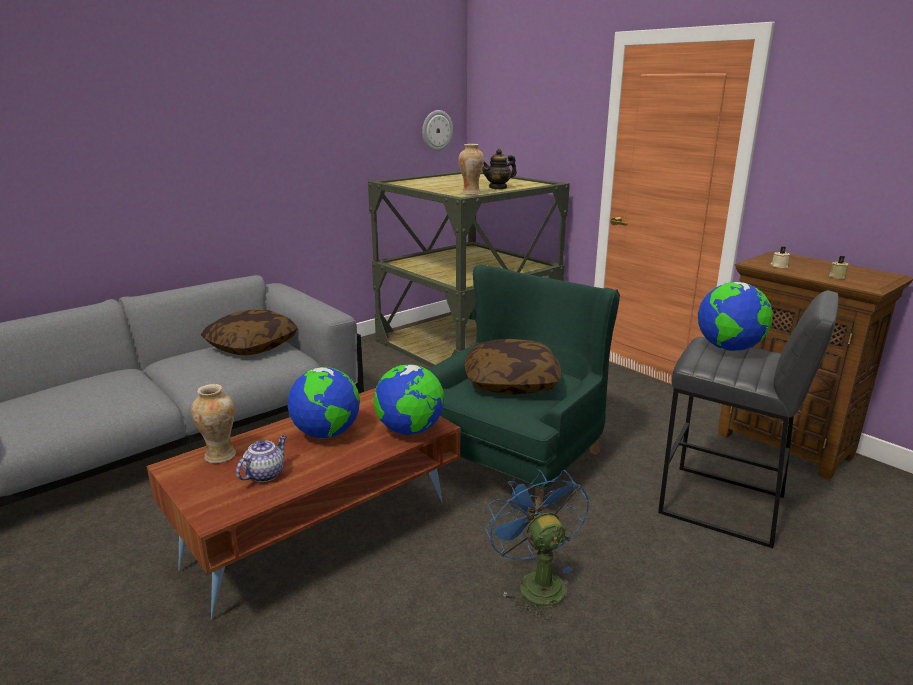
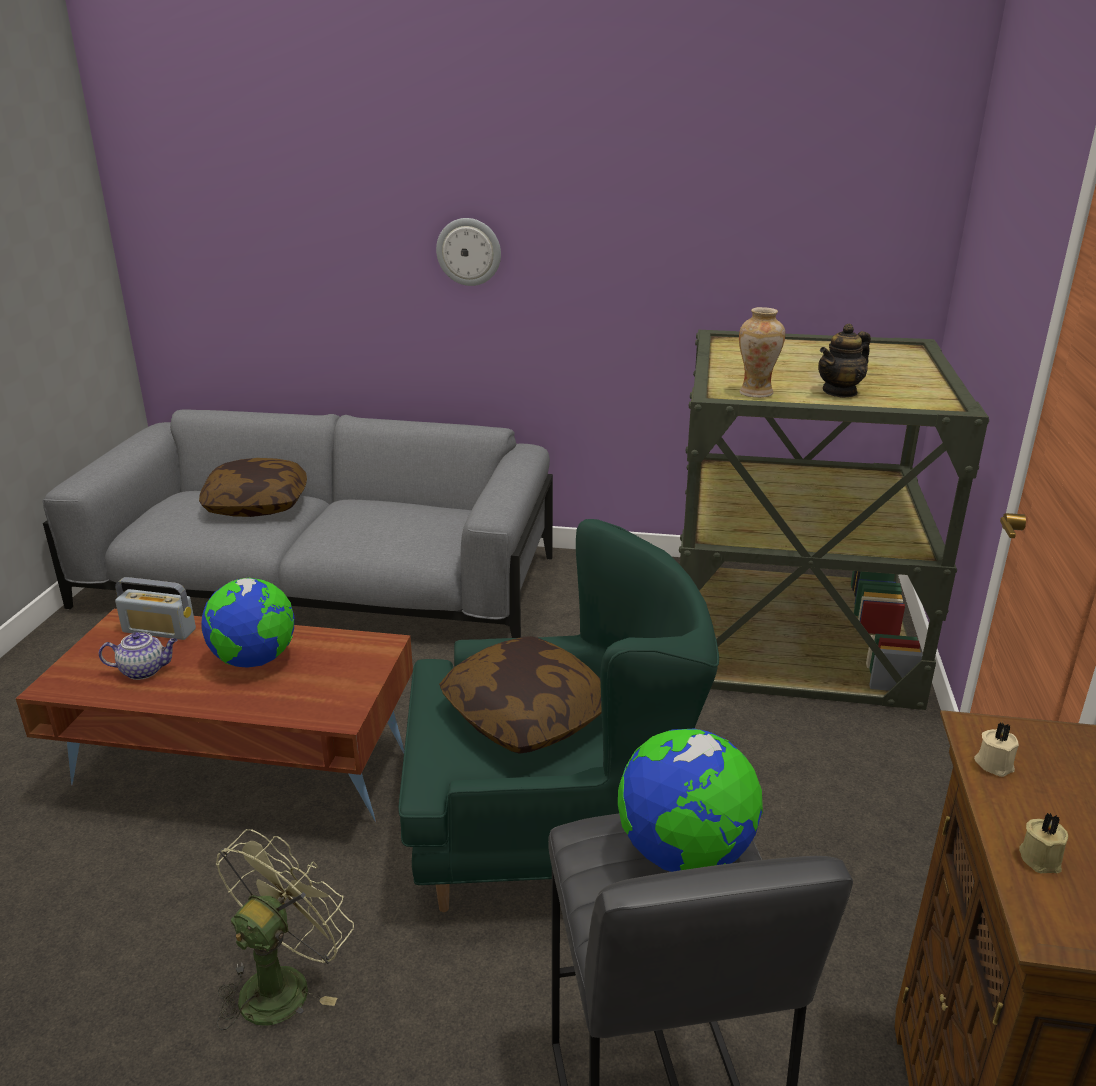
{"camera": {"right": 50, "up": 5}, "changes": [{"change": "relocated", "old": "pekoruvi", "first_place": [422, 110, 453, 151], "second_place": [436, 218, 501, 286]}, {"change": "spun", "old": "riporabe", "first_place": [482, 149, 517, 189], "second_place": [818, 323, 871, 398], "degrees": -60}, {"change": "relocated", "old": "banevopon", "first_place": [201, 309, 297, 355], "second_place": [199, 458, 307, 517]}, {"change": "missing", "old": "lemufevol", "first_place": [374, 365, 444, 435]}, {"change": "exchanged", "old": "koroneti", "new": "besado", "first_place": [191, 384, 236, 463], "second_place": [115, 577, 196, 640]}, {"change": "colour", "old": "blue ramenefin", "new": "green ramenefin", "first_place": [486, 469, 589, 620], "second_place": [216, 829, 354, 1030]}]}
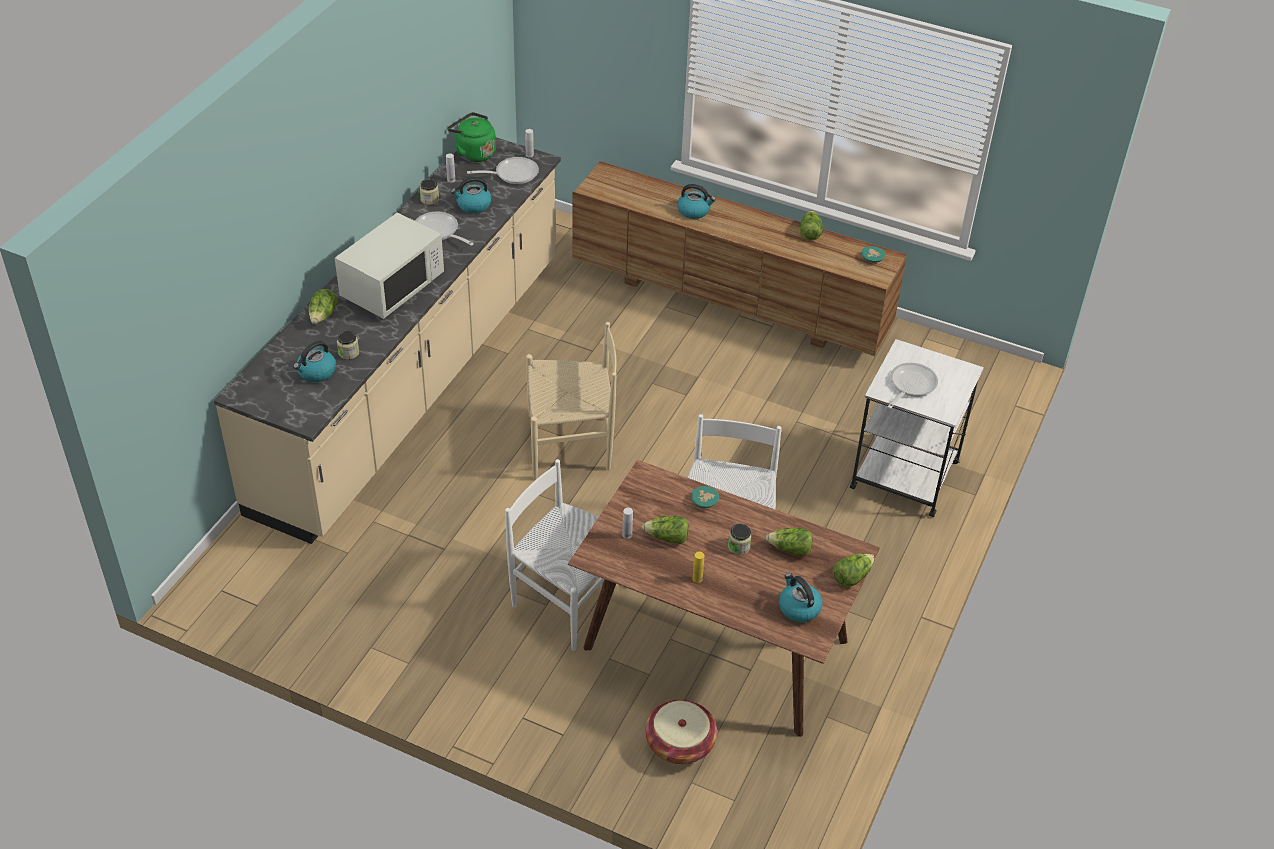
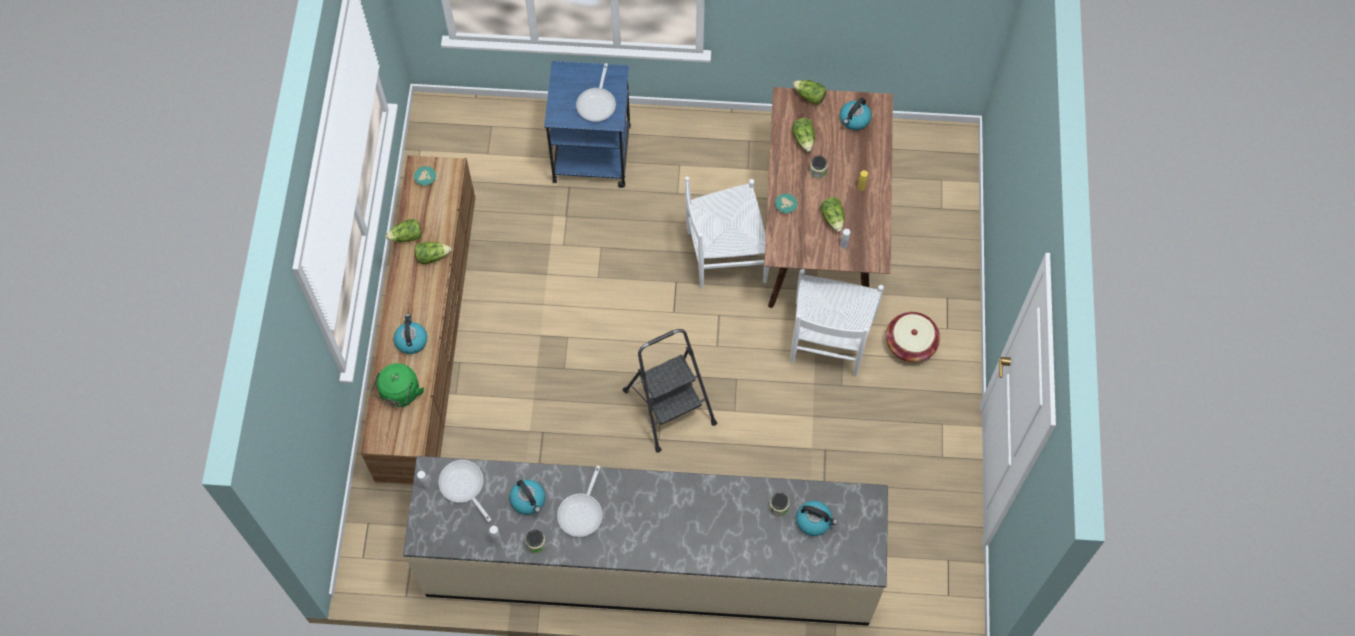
{"camera": {"right": -110, "up": 20}, "changes": [{"change": "relocated", "old": "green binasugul", "first_place": [448, 112, 496, 162], "second_place": [370, 363, 424, 407]}, {"change": "missing", "old": "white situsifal", "first_place": [335, 212, 444, 319]}, {"change": "relocated", "old": "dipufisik", "first_place": [308, 289, 338, 324], "second_place": [415, 242, 452, 264]}, {"change": "exchanged", "old": "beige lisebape", "new": "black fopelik", "first_place": [526, 322, 616, 480], "second_place": [623, 329, 717, 453]}, {"change": "colour", "old": "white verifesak", "new": "blue verifesak", "first_place": [850, 339, 984, 517], "second_place": [544, 61, 631, 188]}, {"change": "spun", "old": "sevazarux", "first_place": [888, 363, 938, 409], "second_place": [576, 63, 616, 122], "degrees": -90}, {"change": "relocated", "old": "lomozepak", "first_place": [645, 700, 717, 764], "second_place": [886, 312, 940, 362]}]}
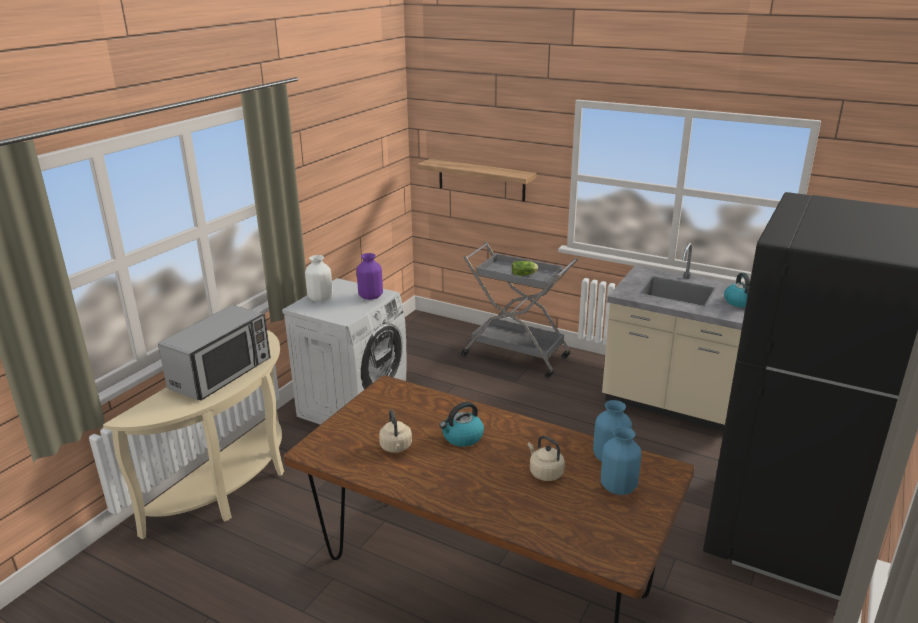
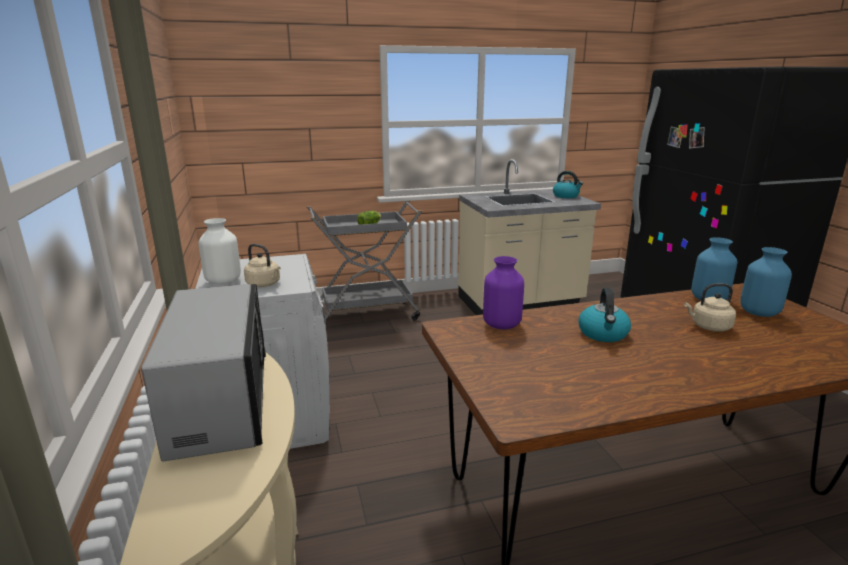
{"camera": {"right": -45, "up": -5}, "changes": [{"change": "missing", "old": "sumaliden", "first_place": [417, 158, 537, 201]}, {"change": "relocated", "old": "purple koroneti", "first_place": [357, 253, 383, 300], "second_place": [483, 256, 524, 329]}, {"change": "relocated", "old": "beige binasugul", "first_place": [379, 410, 412, 453], "second_place": [244, 244, 281, 287]}]}
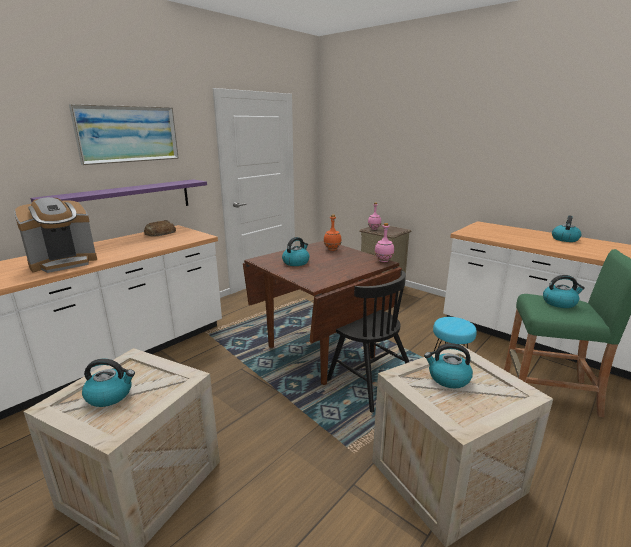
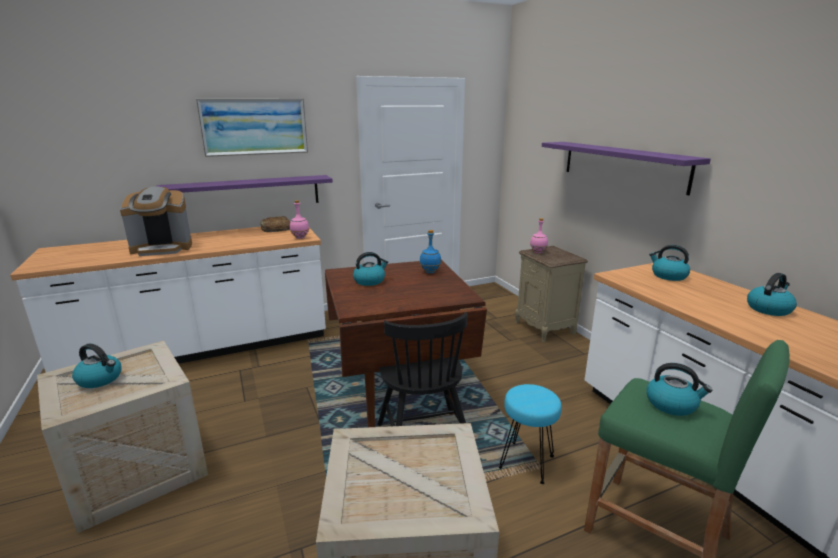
{"camera": {"right": 25, "up": 0}, "changes": [{"change": "colour", "old": "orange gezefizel", "new": "blue gezefizel", "first_place": [324, 214, 342, 251], "second_place": [420, 230, 441, 273]}, {"change": "relocated", "old": "pink gezefizel", "first_place": [375, 223, 394, 262], "second_place": [290, 200, 309, 239]}, {"change": "relocated", "old": "binasugul", "first_place": [424, 343, 473, 388], "second_place": [649, 245, 690, 281]}, {"change": "appeared", "new": "purple sumaliden", "second_place": [542, 142, 711, 195]}]}
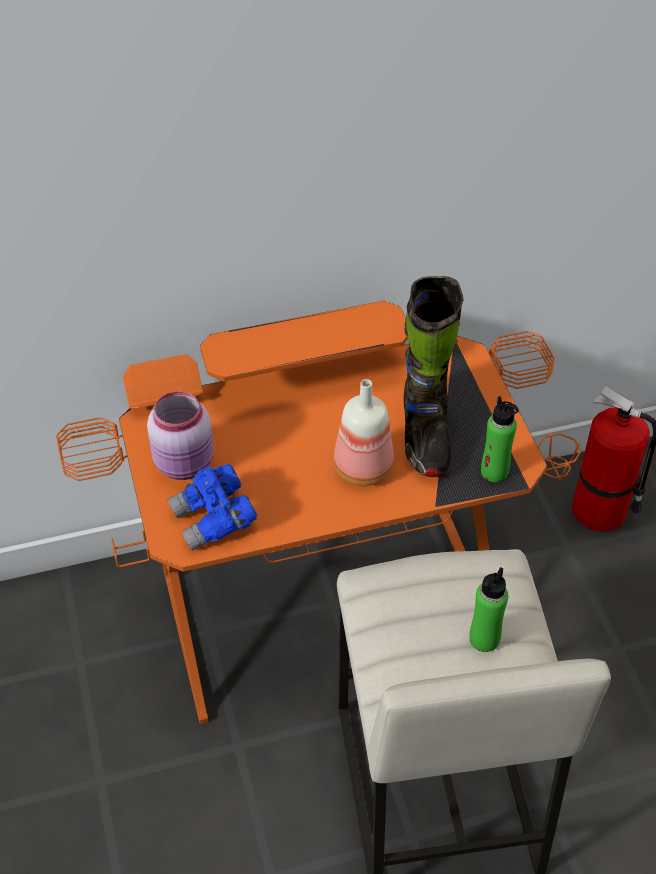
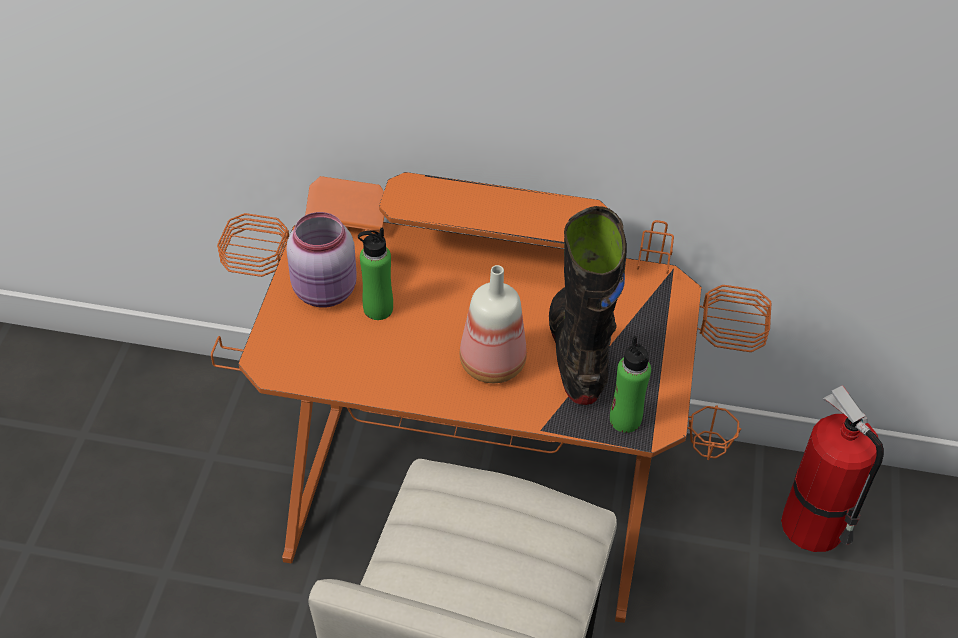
{"camera": {"right": 25, "up": 0}, "changes": [{"change": "spun", "old": "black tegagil", "first_place": [404, 276, 463, 477], "second_place": [549, 206, 627, 405], "degrees": 150}, {"change": "missing", "old": "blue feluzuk", "first_place": [168, 464, 257, 551]}, {"change": "relocated", "old": "green gezefizel", "first_place": [469, 567, 508, 652], "second_place": [358, 227, 393, 320]}]}
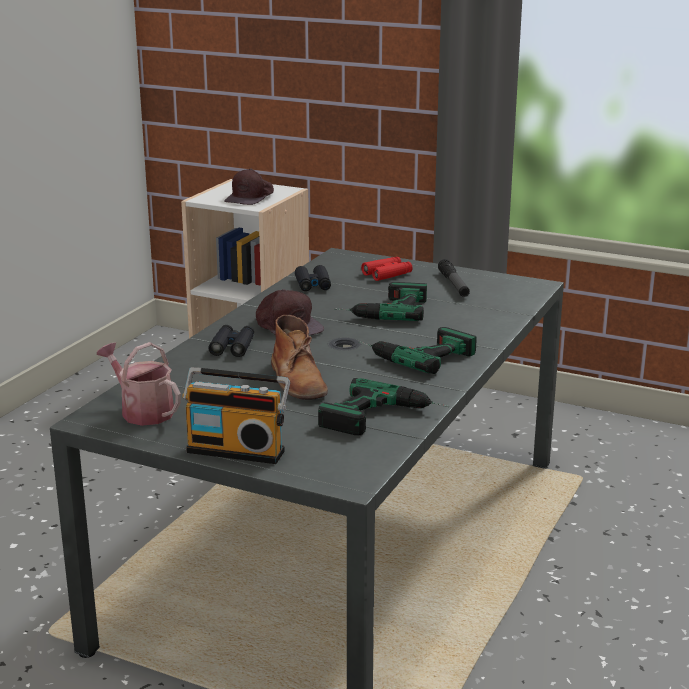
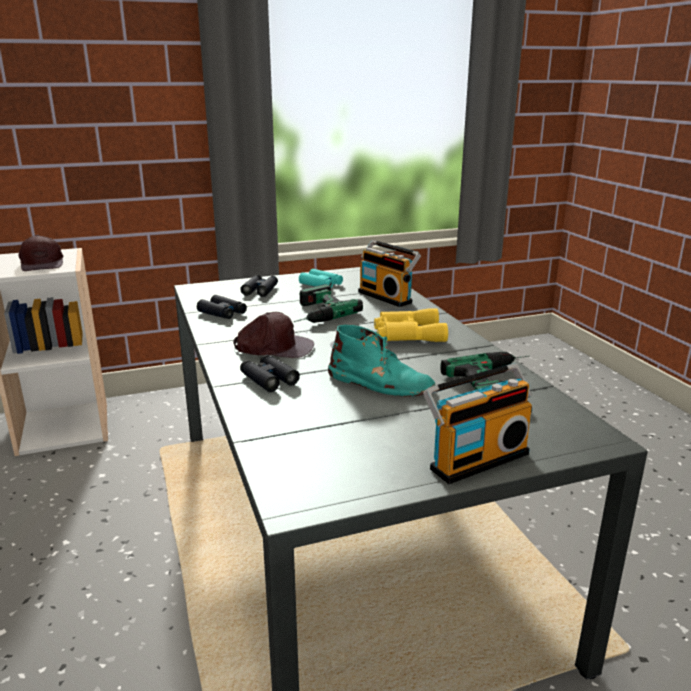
{"camera": {"right": -45, "up": 0}, "changes": [{"change": "colour", "old": "red feluzuk", "new": "black feluzuk", "first_place": [361, 257, 413, 281], "second_place": [240, 275, 278, 297]}, {"change": "exchanged", "old": "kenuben", "new": "turquoise feluzuk", "first_place": [438, 259, 470, 297], "second_place": [299, 269, 343, 288]}, {"change": "colour", "old": "brown tegagil", "new": "turquoise tegagil", "first_place": [271, 315, 328, 400], "second_place": [328, 325, 435, 397]}, {"change": "exchanged", "old": "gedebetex", "new": "yellow feluzuk", "first_place": [359, 327, 477, 374], "second_place": [374, 308, 448, 342]}, {"change": "missing", "old": "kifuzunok", "first_place": [97, 342, 181, 426]}, {"change": "appeared", "new": "besado", "second_place": [358, 240, 421, 307]}]}
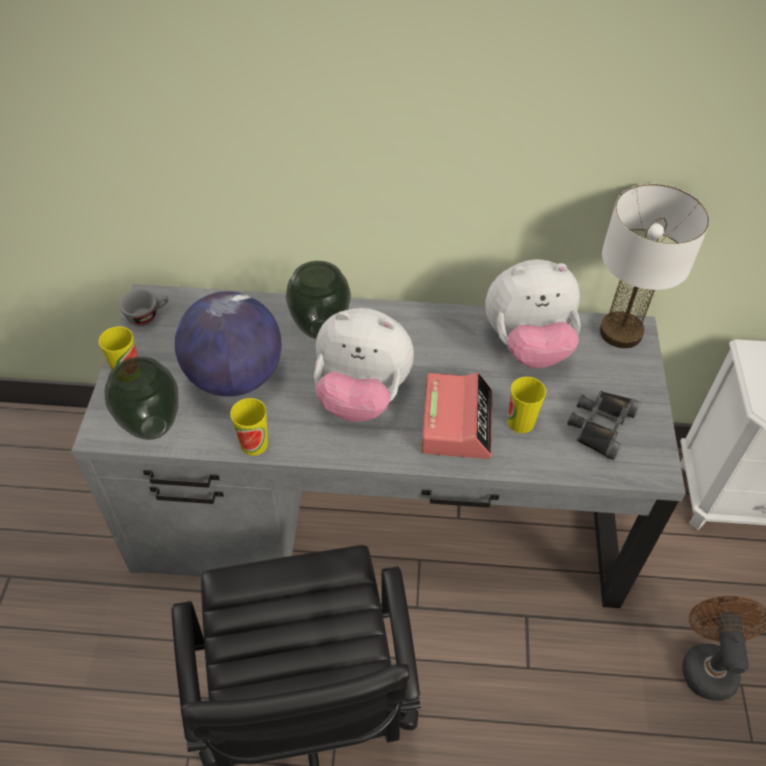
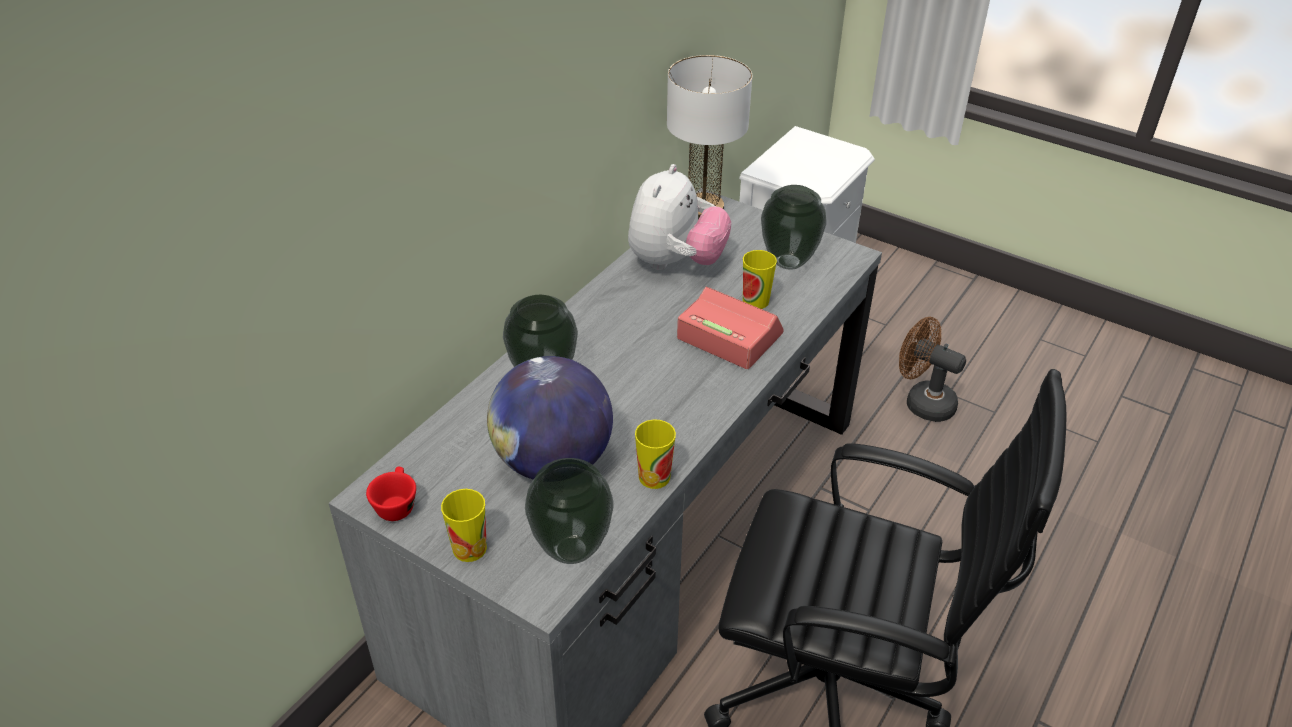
{"camera": {"right": -60, "up": -10}, "changes": [{"change": "colour", "old": "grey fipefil", "new": "red fipefil", "first_place": [119, 289, 168, 326], "second_place": [366, 467, 416, 521]}, {"change": "missing", "old": "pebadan", "first_place": [314, 308, 414, 422]}, {"change": "exchanged", "old": "black feluzuk", "new": "koroneti", "first_place": [567, 390, 641, 460], "second_place": [761, 185, 827, 269]}]}
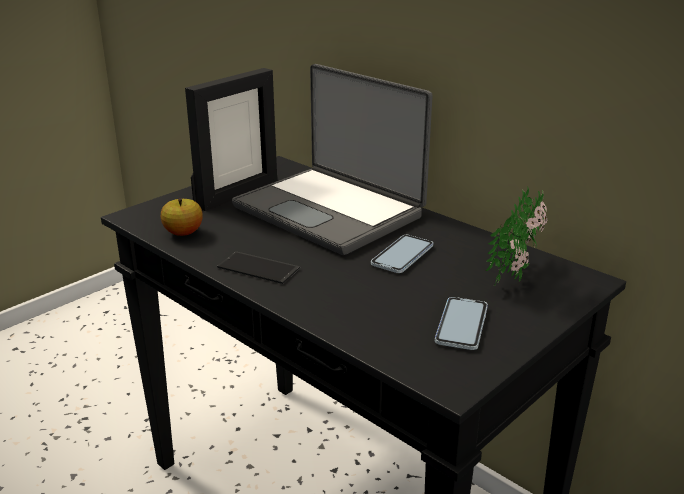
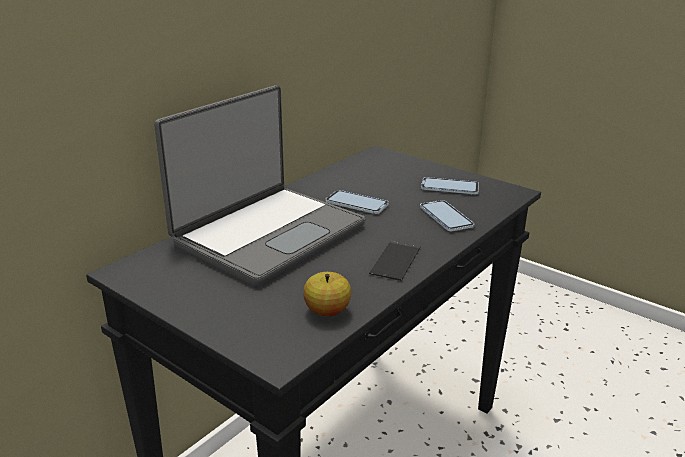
{"camera": {"right": -95, "up": 0}, "changes": [{"change": "missing", "old": "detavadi", "first_place": [185, 68, 277, 211]}, {"change": "missing", "old": "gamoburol", "first_place": [486, 188, 547, 286]}, {"change": "appeared", "new": "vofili", "second_place": [420, 200, 474, 232]}]}
